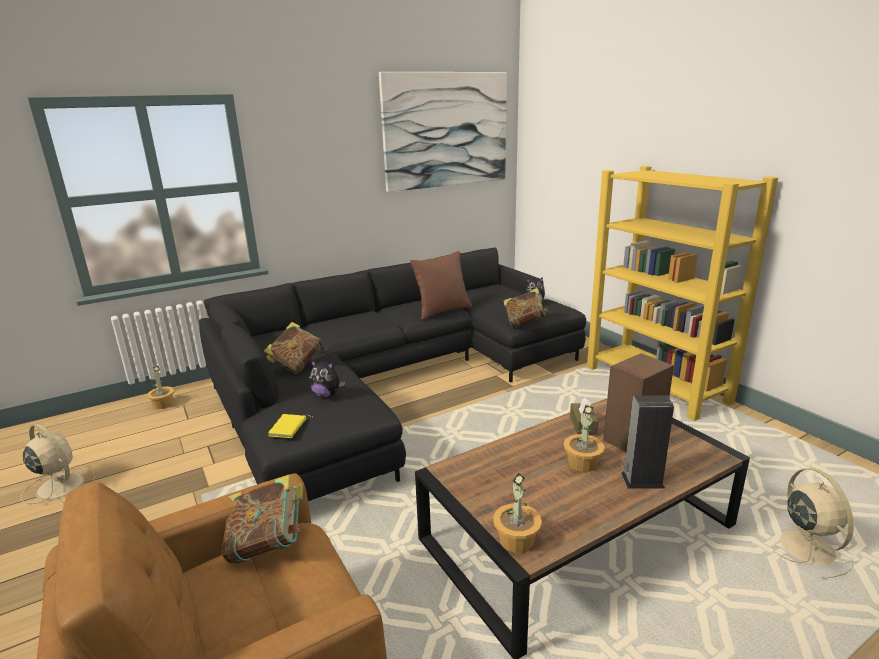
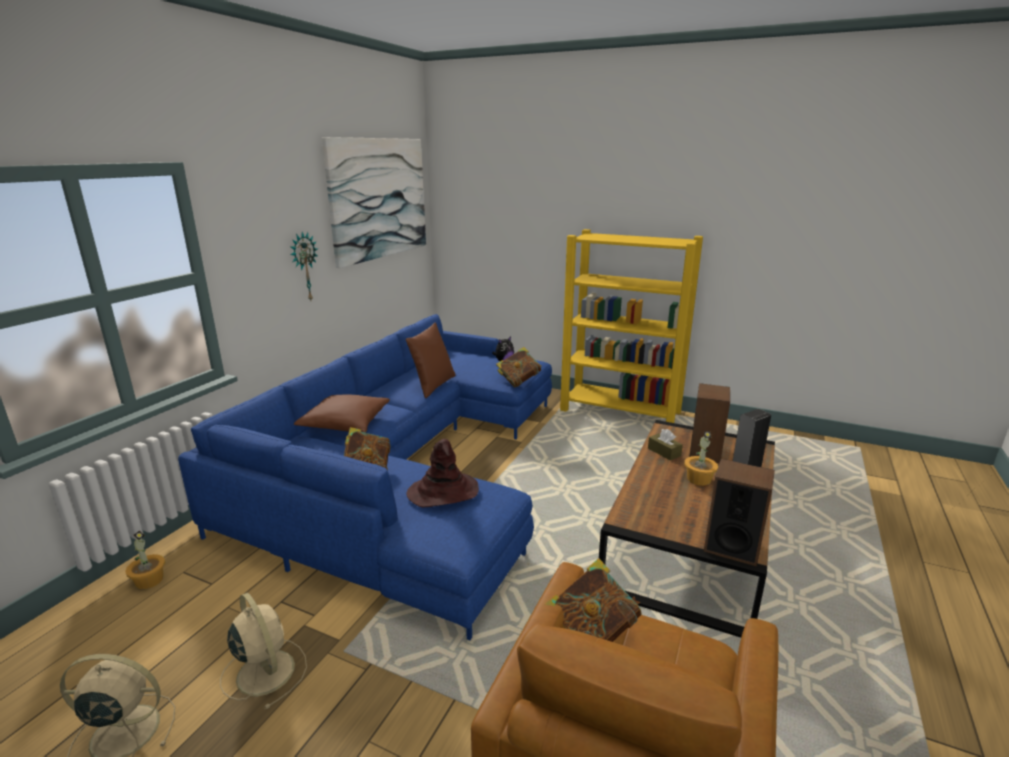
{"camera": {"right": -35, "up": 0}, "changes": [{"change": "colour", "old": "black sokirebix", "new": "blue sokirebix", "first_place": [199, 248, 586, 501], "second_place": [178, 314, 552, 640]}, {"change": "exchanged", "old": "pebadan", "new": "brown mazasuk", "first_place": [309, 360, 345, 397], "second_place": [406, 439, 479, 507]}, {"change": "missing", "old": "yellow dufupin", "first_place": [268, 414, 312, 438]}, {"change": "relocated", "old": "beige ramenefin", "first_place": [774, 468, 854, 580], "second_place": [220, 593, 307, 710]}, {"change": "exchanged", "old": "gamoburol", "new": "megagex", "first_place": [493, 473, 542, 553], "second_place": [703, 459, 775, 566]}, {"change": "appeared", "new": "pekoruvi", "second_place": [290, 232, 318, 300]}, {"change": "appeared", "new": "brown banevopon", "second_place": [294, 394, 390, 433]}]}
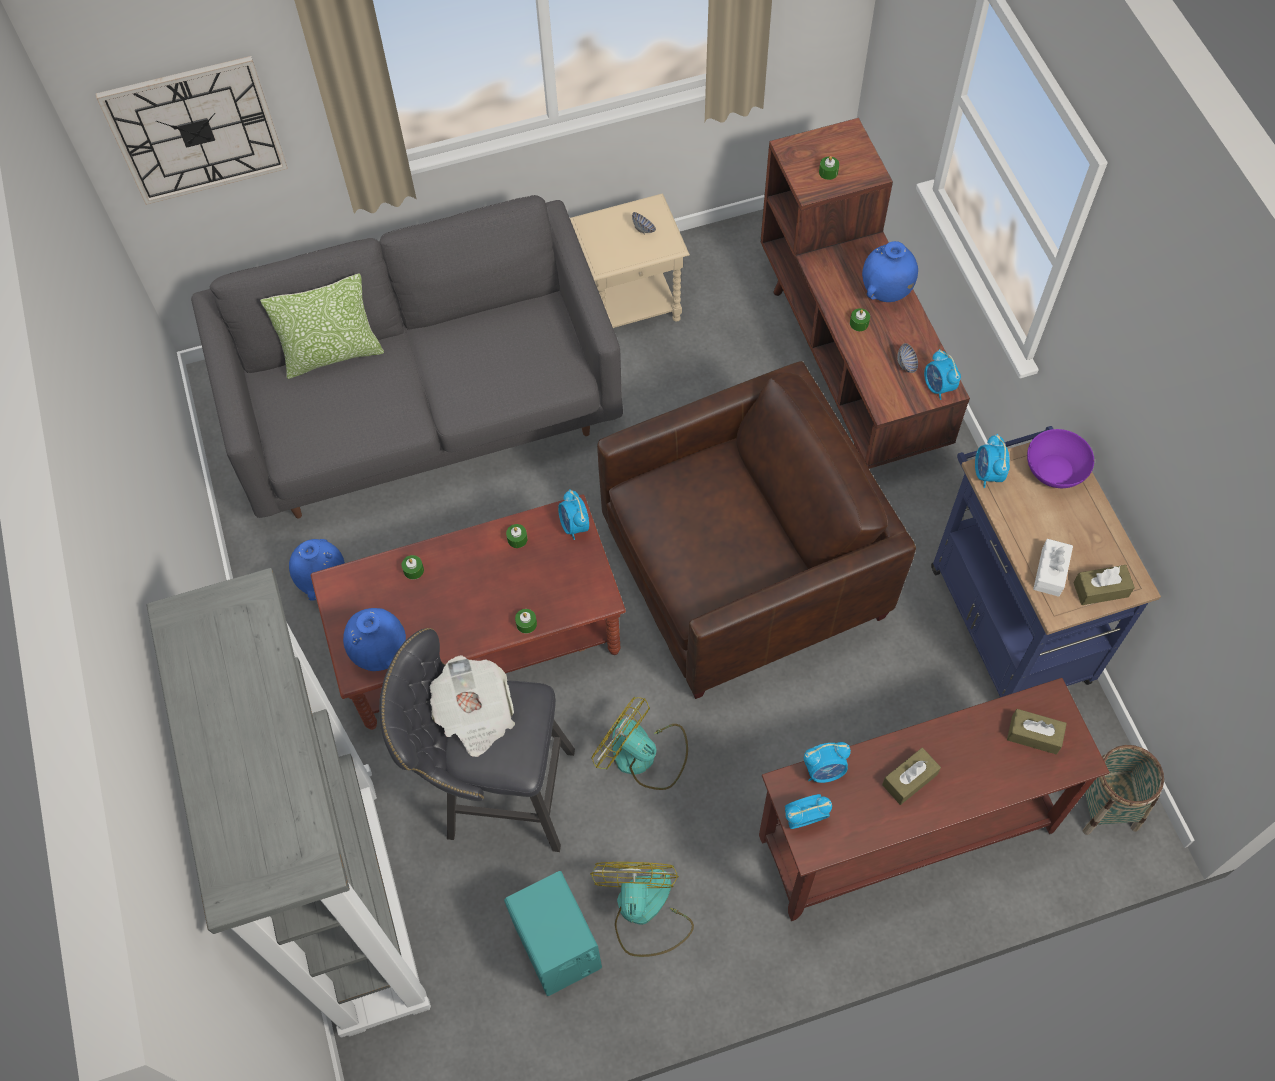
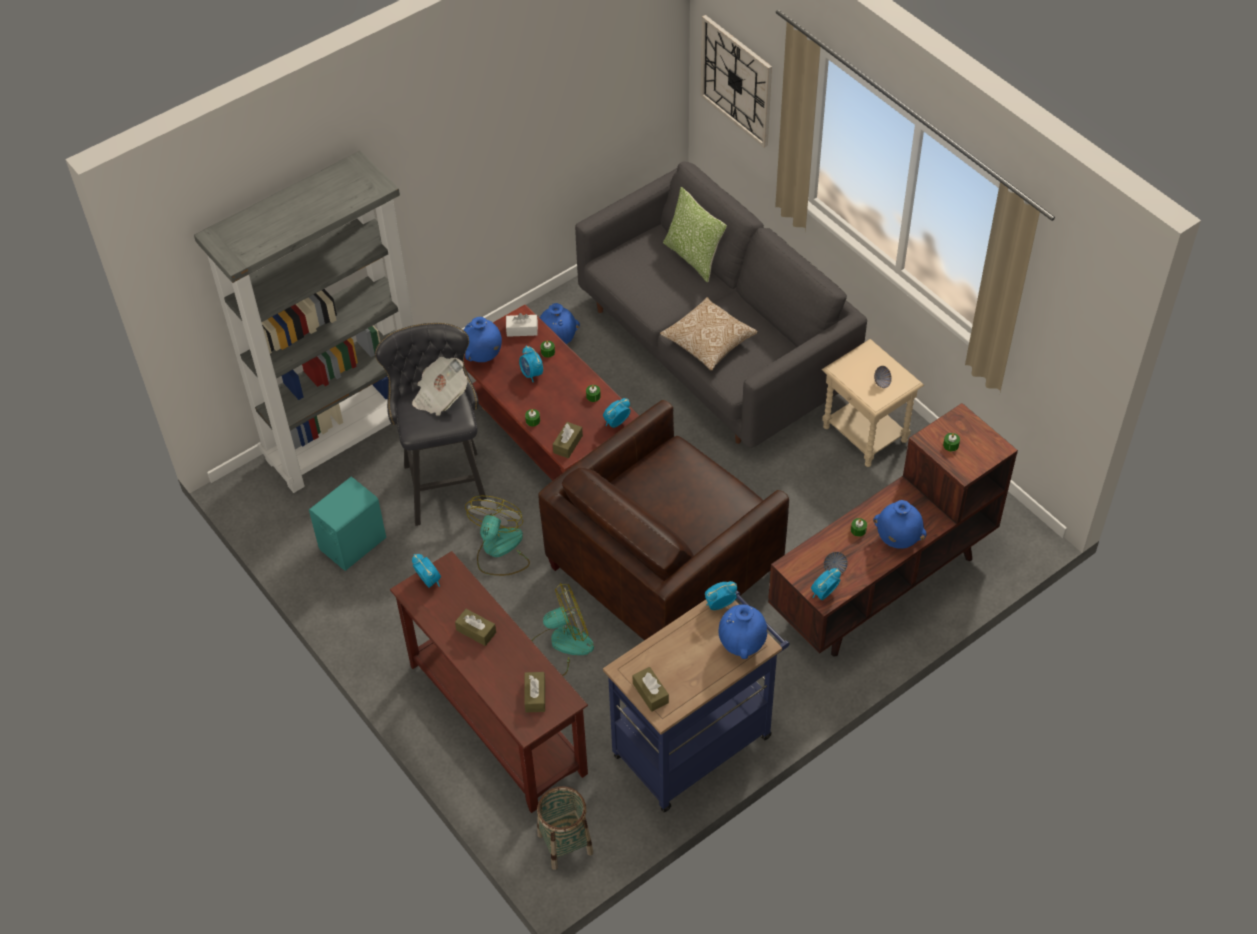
{"camera": {"right": 70, "up": -10}, "changes": [{"change": "spun", "old": "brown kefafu", "first_place": [597, 361, 916, 699], "second_place": [538, 400, 789, 641], "degrees": 90}, {"change": "exchanged", "old": "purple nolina", "new": "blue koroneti", "first_place": [1027, 429, 1094, 488], "second_place": [719, 604, 767, 659]}, {"change": "relocated", "old": "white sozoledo", "first_place": [1033, 539, 1073, 597], "second_place": [506, 313, 538, 337]}, {"change": "relocated", "old": "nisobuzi", "first_place": [804, 742, 851, 783], "second_place": [519, 345, 543, 382]}, {"change": "relocated", "old": "ramenefin", "first_place": [590, 862, 694, 957], "second_place": [532, 583, 594, 676]}, {"change": "appeared", "new": "banevopon", "second_place": [660, 297, 758, 371]}, {"change": "appeared", "new": "brown sozoledo", "second_place": [553, 422, 583, 458]}]}
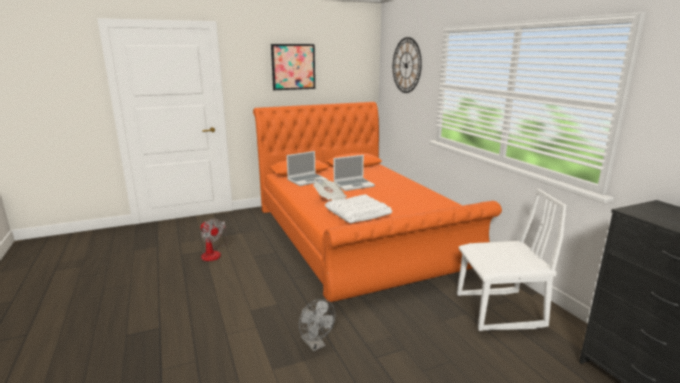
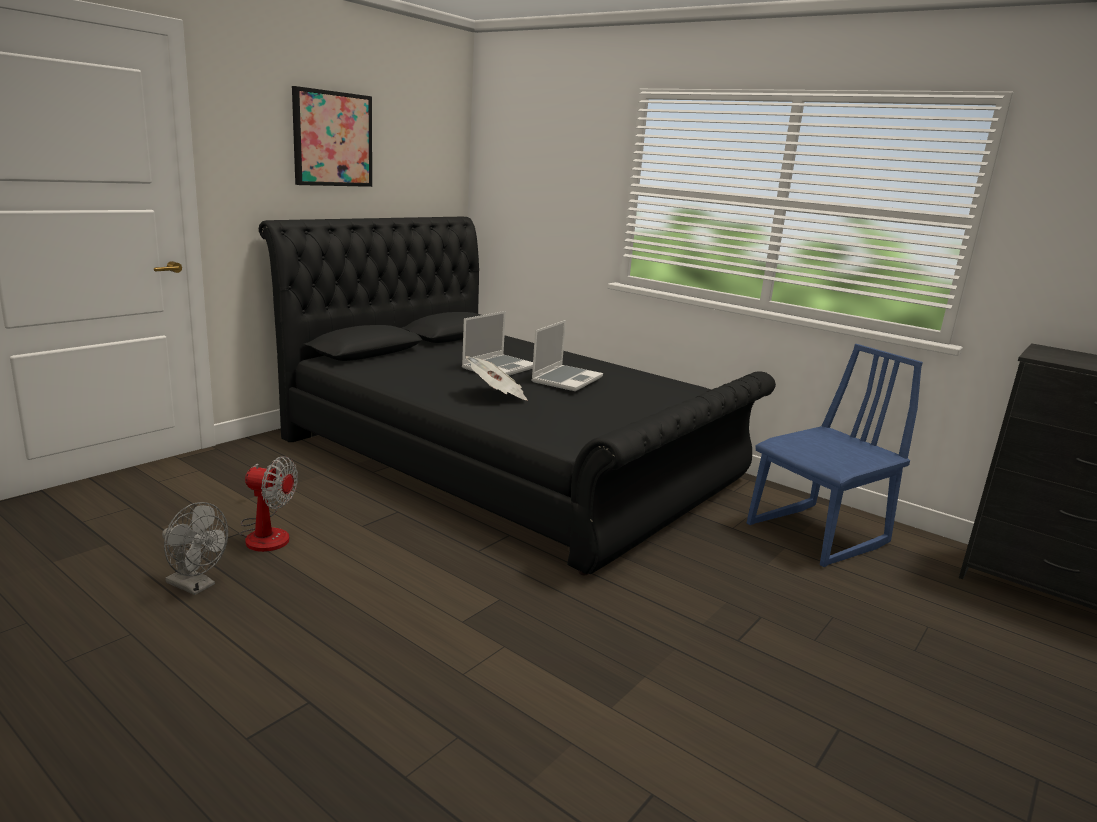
{"camera": {"right": -30, "up": 0}, "changes": [{"change": "missing", "old": "pekoruvi", "first_place": [393, 37, 422, 93]}, {"change": "colour", "old": "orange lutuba", "new": "black lutuba", "first_place": [253, 102, 502, 303], "second_place": [259, 217, 776, 575]}, {"change": "relocated", "old": "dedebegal", "first_place": [287, 151, 328, 186], "second_place": [531, 320, 603, 391]}, {"change": "colour", "old": "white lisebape", "new": "blue lisebape", "first_place": [457, 189, 567, 331], "second_place": [747, 344, 923, 567]}, {"change": "missing", "old": "white banevopon", "first_place": [325, 194, 392, 223]}, {"change": "relocated", "old": "grey ramenefin", "first_place": [299, 299, 335, 351], "second_place": [162, 502, 228, 595]}]}
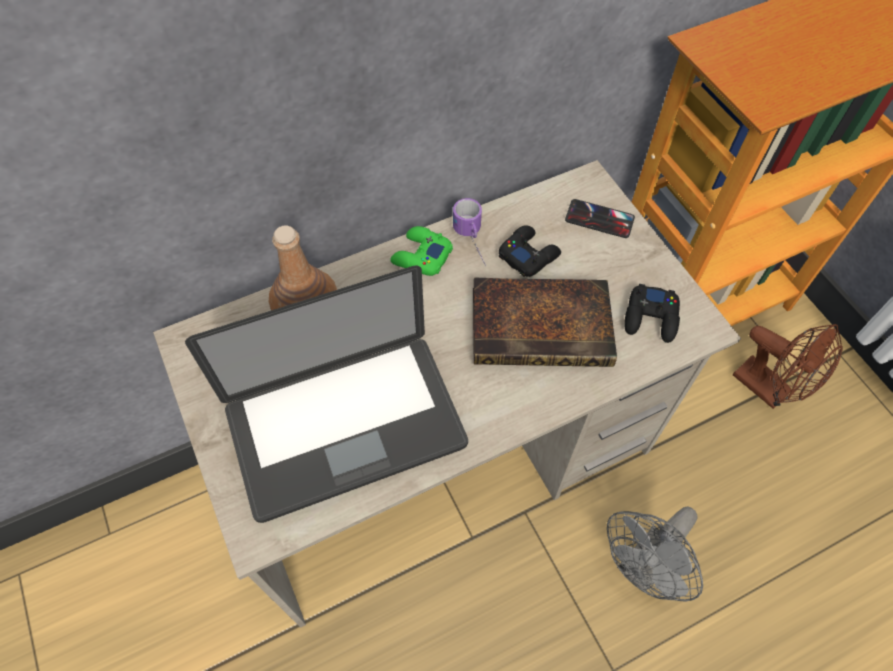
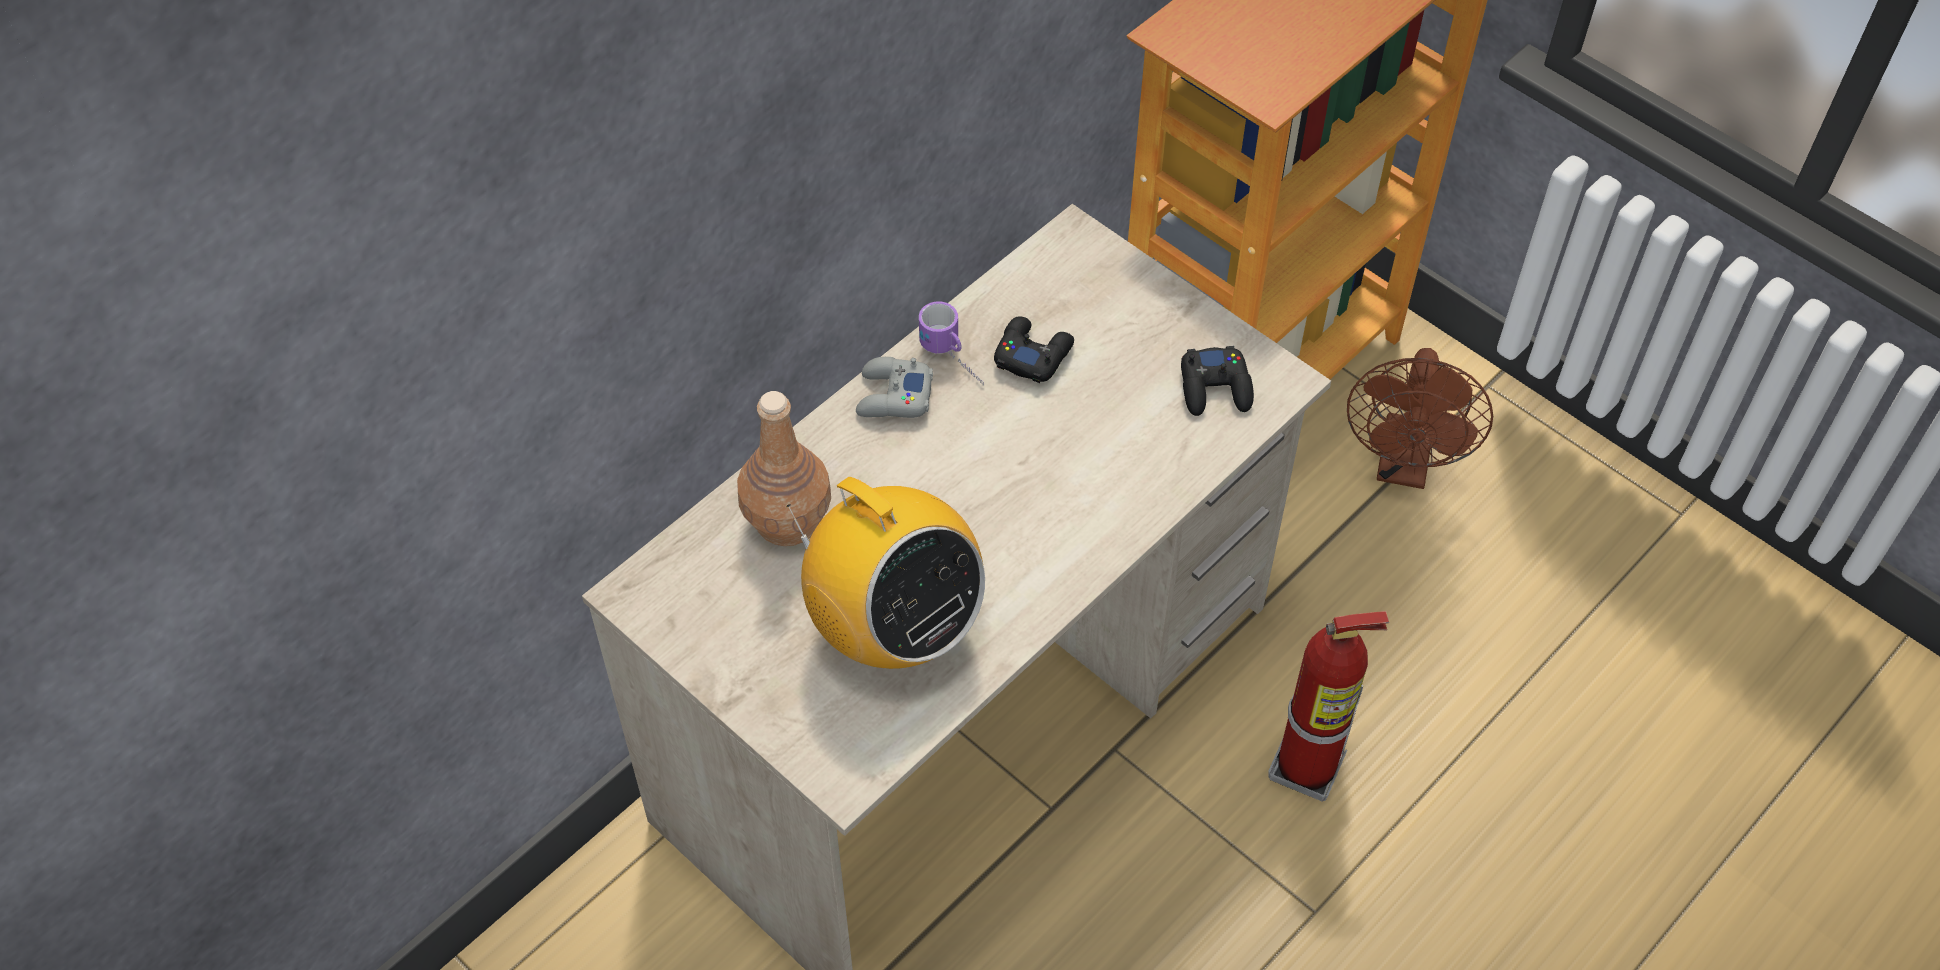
{"camera": {"right": -20, "up": -5}, "changes": [{"change": "missing", "old": "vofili", "first_place": [565, 199, 635, 238]}, {"change": "colour", "old": "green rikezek", "new": "grey rikezek", "first_place": [390, 226, 453, 276], "second_place": [856, 357, 933, 418]}, {"change": "exchanged", "old": "dedebegal", "new": "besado", "first_place": [185, 266, 468, 523], "second_place": [786, 477, 985, 669]}, {"change": "missing", "old": "dufupin", "first_place": [473, 277, 617, 367]}, {"change": "spun", "old": "brown ramenefin", "first_place": [733, 324, 843, 409], "second_place": [1347, 348, 1493, 489], "degrees": 75}, {"change": "exchanged", "old": "grey ramenefin", "new": "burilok", "first_place": [607, 506, 703, 602], "second_place": [1268, 611, 1389, 802]}]}
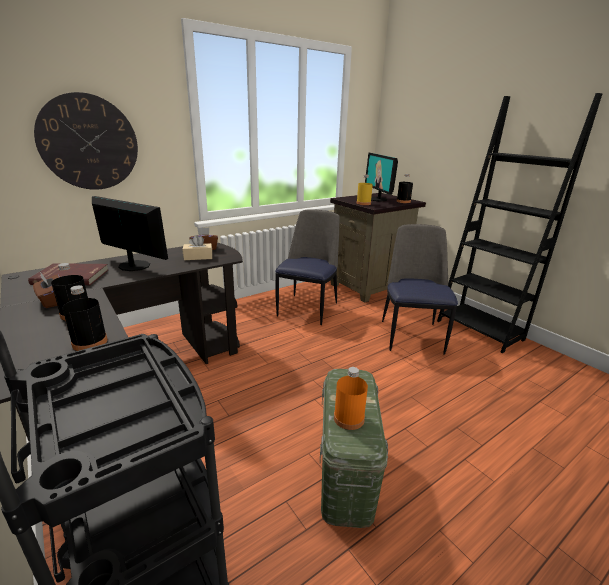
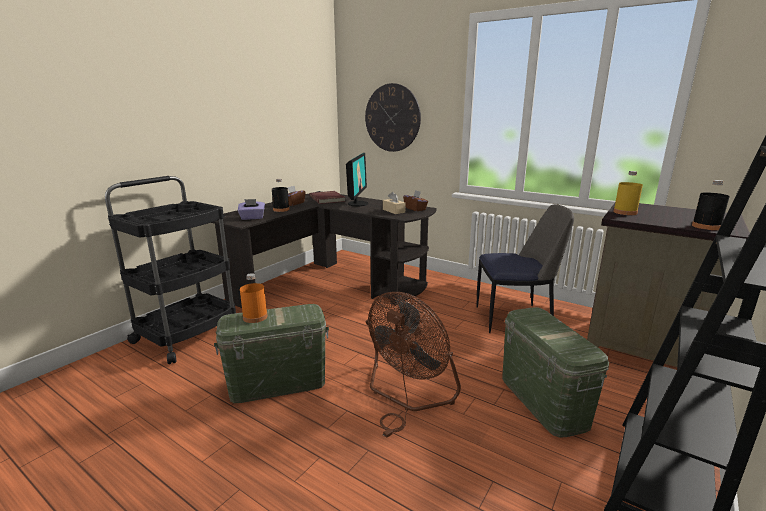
{"camera": {"right": 70, "up": -5}, "changes": [{"change": "missing", "old": "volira", "first_place": [365, 153, 398, 201]}, {"change": "exchanged", "old": "lisebape", "new": "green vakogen", "first_place": [382, 224, 458, 354], "second_place": [502, 307, 609, 438]}, {"change": "exchanged", "old": "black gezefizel", "new": "purple sozoledo", "first_place": [62, 285, 108, 351], "second_place": [238, 199, 265, 220]}, {"change": "appeared", "new": "brown ramenefin", "second_place": [365, 292, 461, 438]}]}
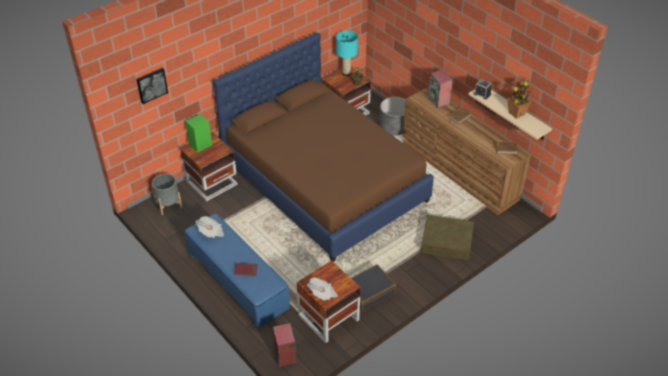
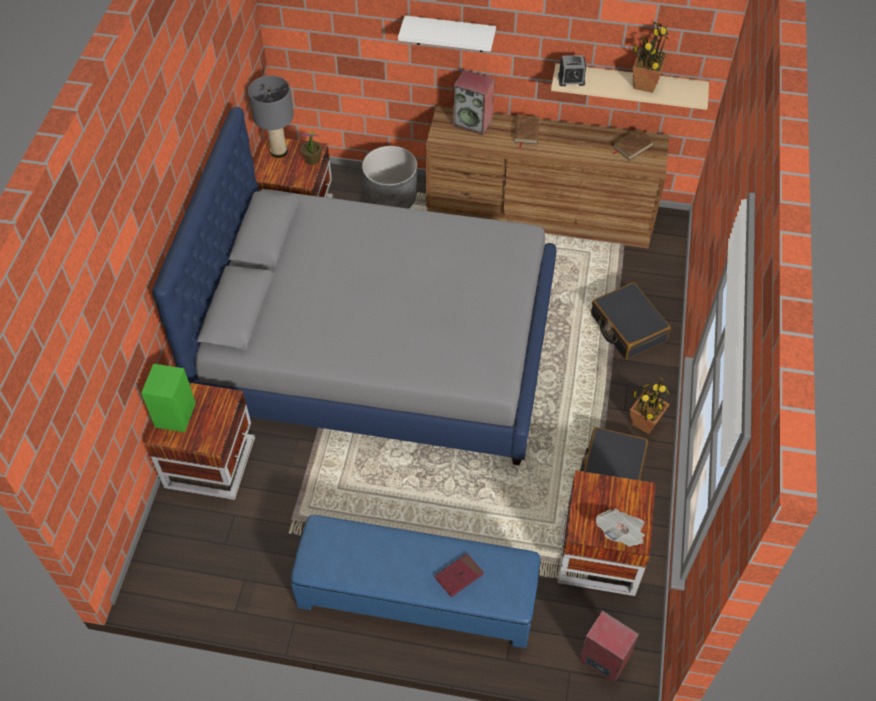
{"camera": {"right": -40, "up": 10}, "changes": [{"change": "colour", "old": "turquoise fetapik", "new": "grey fetapik", "first_place": [336, 30, 358, 76], "second_place": [248, 75, 294, 158]}, {"change": "colour", "old": "brown lutuba", "new": "grey lutuba", "first_place": [213, 33, 434, 262], "second_place": [152, 107, 557, 465]}, {"change": "missing", "old": "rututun", "first_place": [136, 68, 168, 104]}, {"change": "missing", "old": "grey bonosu", "first_place": [152, 174, 182, 215]}, {"change": "exchanged", "old": "brown vakogen", "new": "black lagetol", "first_place": [421, 215, 474, 260], "second_place": [591, 282, 671, 359]}, {"change": "missing", "old": "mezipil", "first_place": [196, 216, 224, 238]}, {"change": "appeared", "new": "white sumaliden", "second_place": [398, 15, 496, 52]}, {"change": "appeared", "new": "gamoburol", "second_place": [630, 376, 672, 434]}]}
